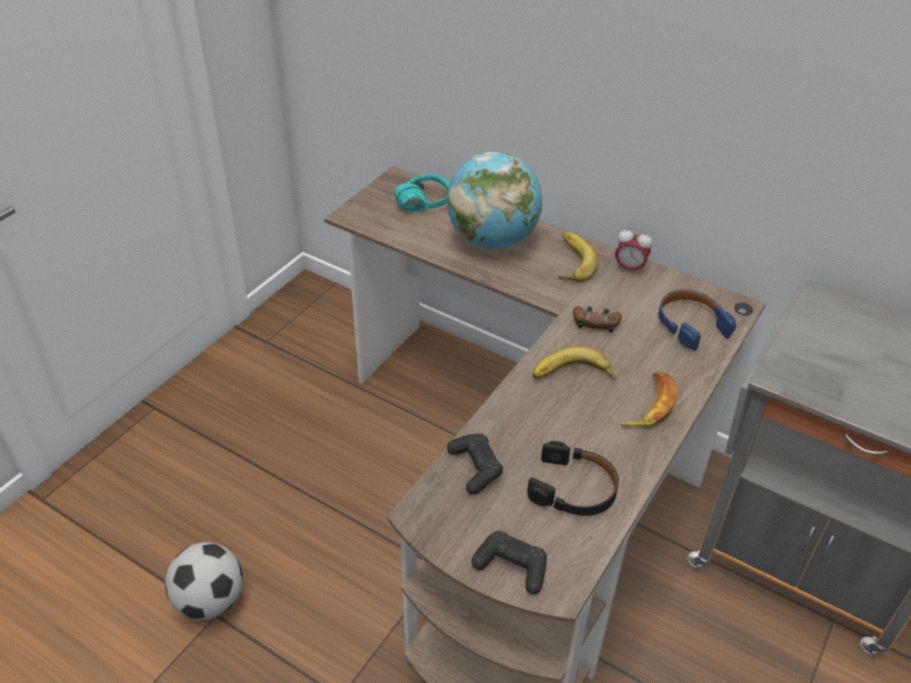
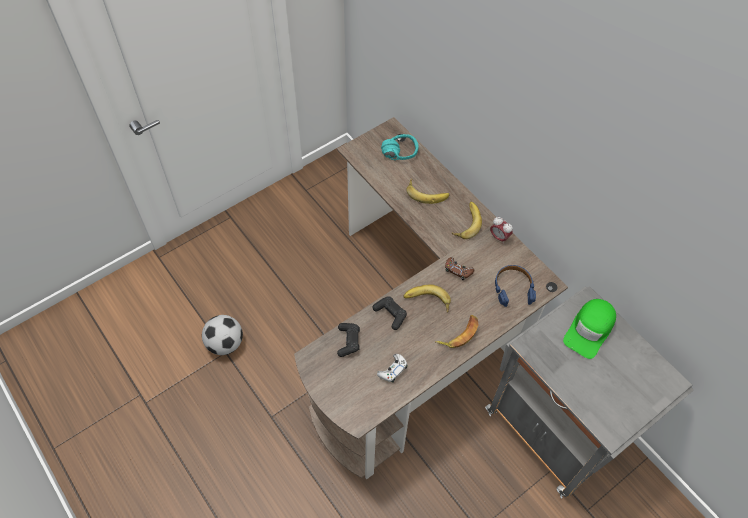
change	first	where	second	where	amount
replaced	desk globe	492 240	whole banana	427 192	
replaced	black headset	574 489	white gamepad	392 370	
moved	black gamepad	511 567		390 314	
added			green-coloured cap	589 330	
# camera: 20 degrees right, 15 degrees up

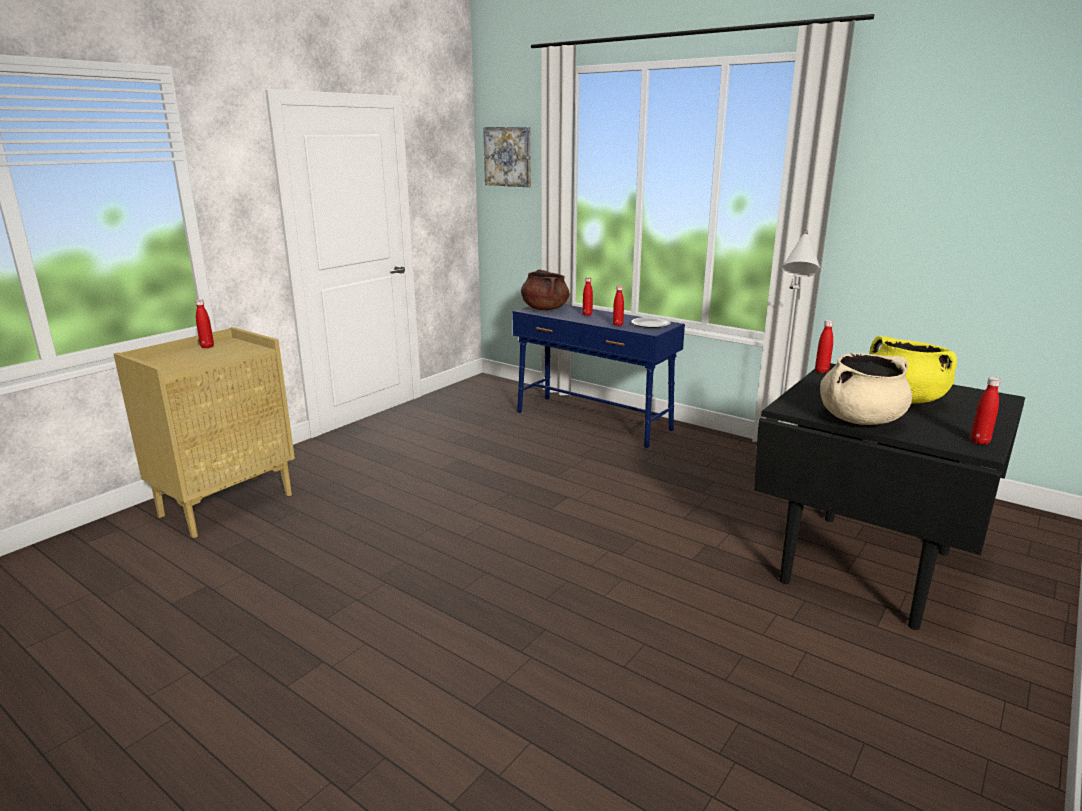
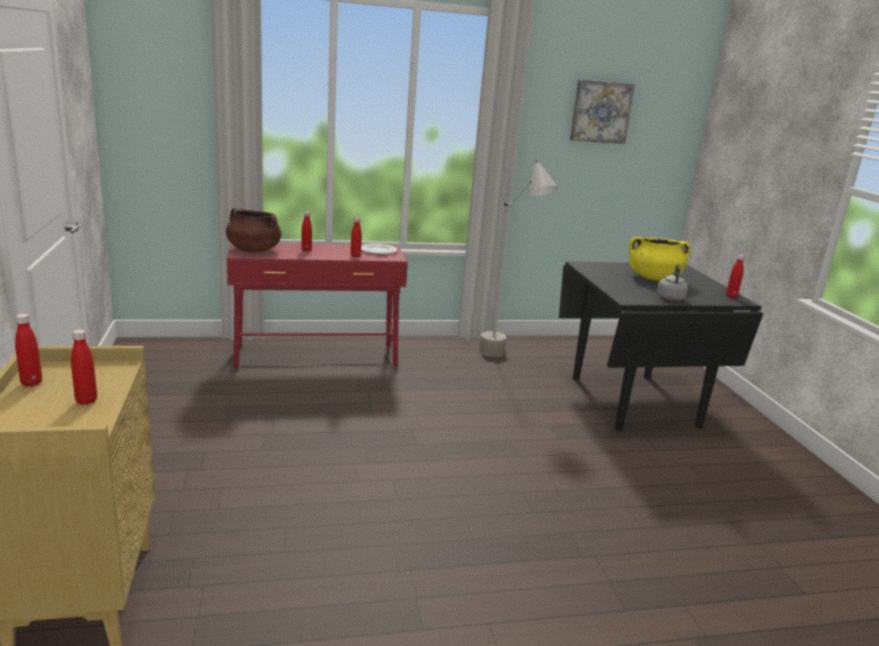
change	first	where	second	where	amount
moved	picture	508 156		600 112	
recoloured	blue hall table	592 421	red hall table	316 357	
moved	red drink bottle	821 371		86 401	
replaced	sand-coloured stockpot	860 420	gray water kettle	670 297	
# camera: 50 degrees left, 0 degrees up

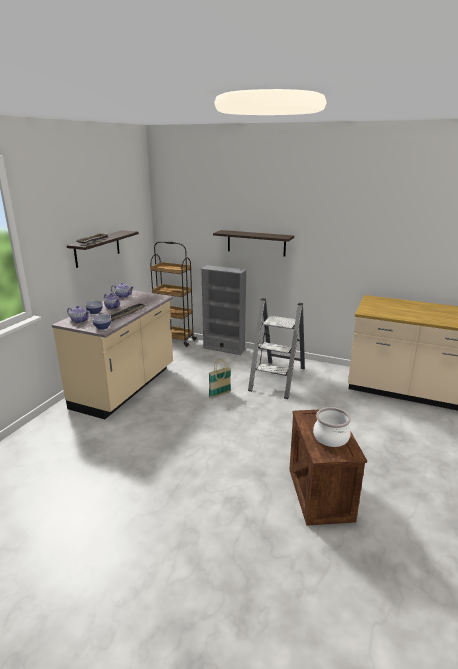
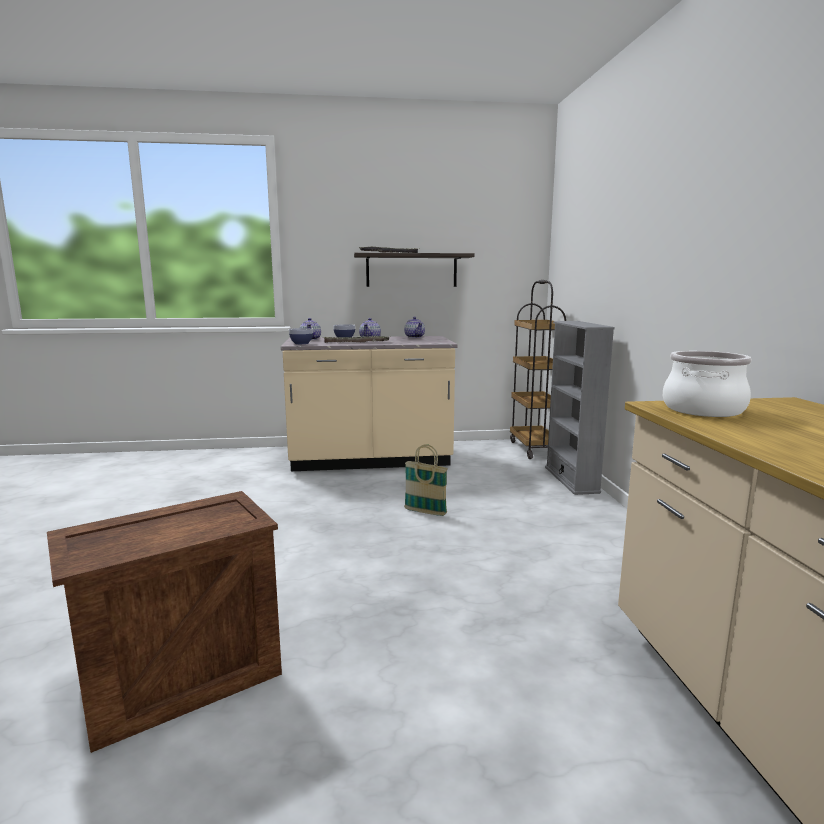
change	first	where	second	where	amount
removed	wall shelf	256 243			
removed	gray step stool	278 378			
moved	stockpot	330 438		702 409	
# camera: 60 degrees right, 10 degrees down

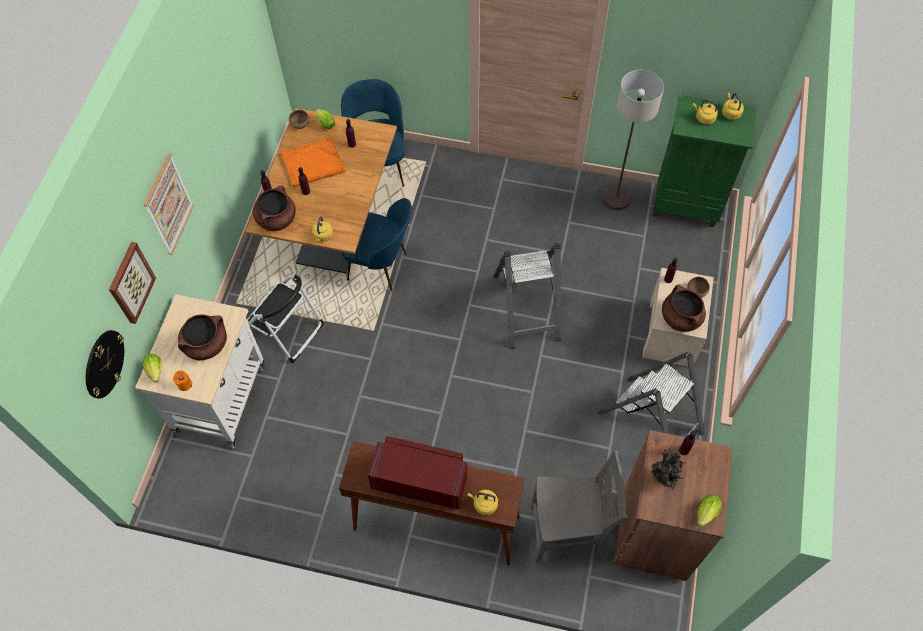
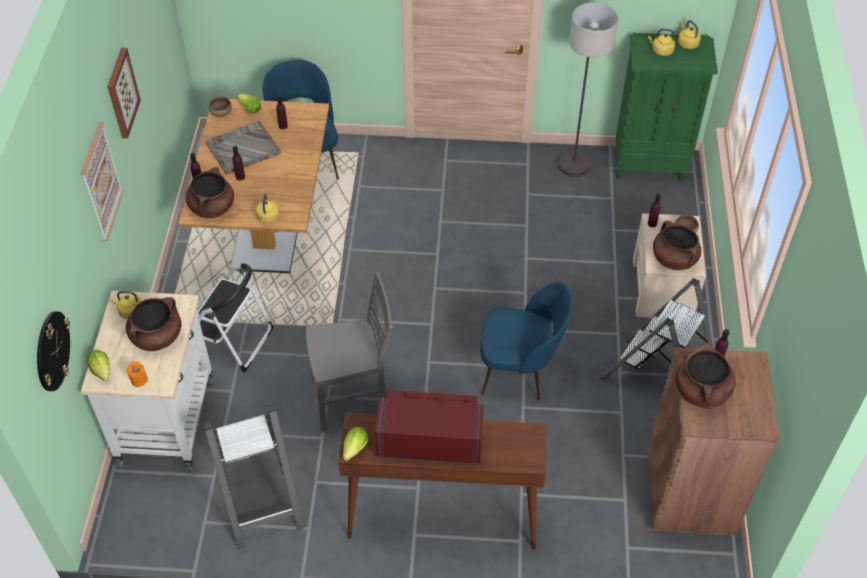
change	first	where	second	where	amount
recoloured	orange-coloured carrying tray	312 163	gray carrying tray	242 149	
moved	blue chair	382 268		519 375	
moved	picture	130 283		121 93	
moved	gray step stool	526 308		257 492	
replaced	houseplant	664 478	brownish stockpot	702 391	
moved	gray chair	567 532		354 401	
moved	yellow-coloured water kettle	484 504		130 311	
moved	lettuce	705 514		354 450	
# camera: 10 degrees left, 10 degrees down

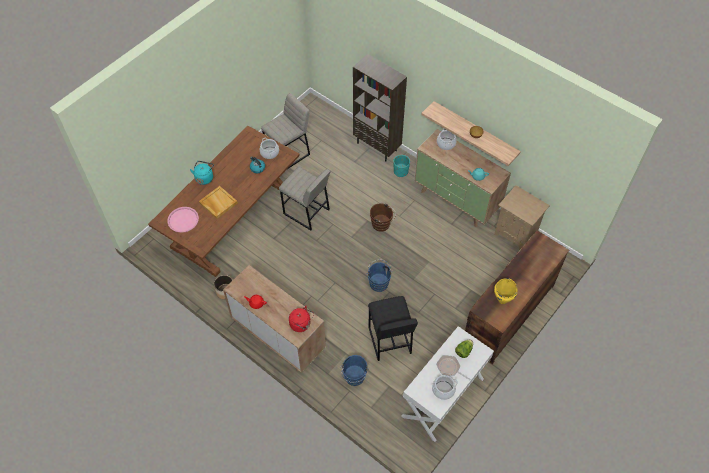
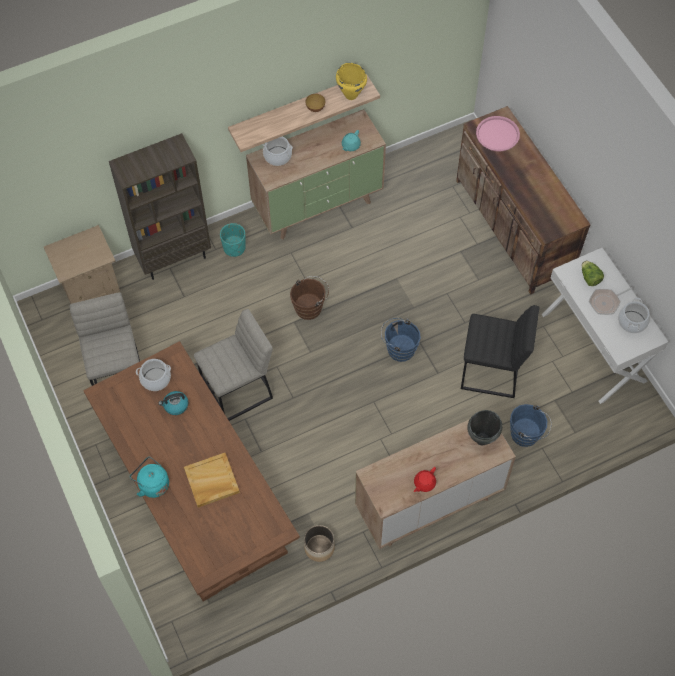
change	first	where	second	where	amount
moved	sand-coloured night table	515 234		93 293	
moved	pink-coloured carrying tray	183 220		497 134	
moved	yellow-coloured stockpot	502 300		351 95	
replaced	red water kettle	301 324	black stockpot	482 439	
# camera: 65 degrees left, 5 degrees up

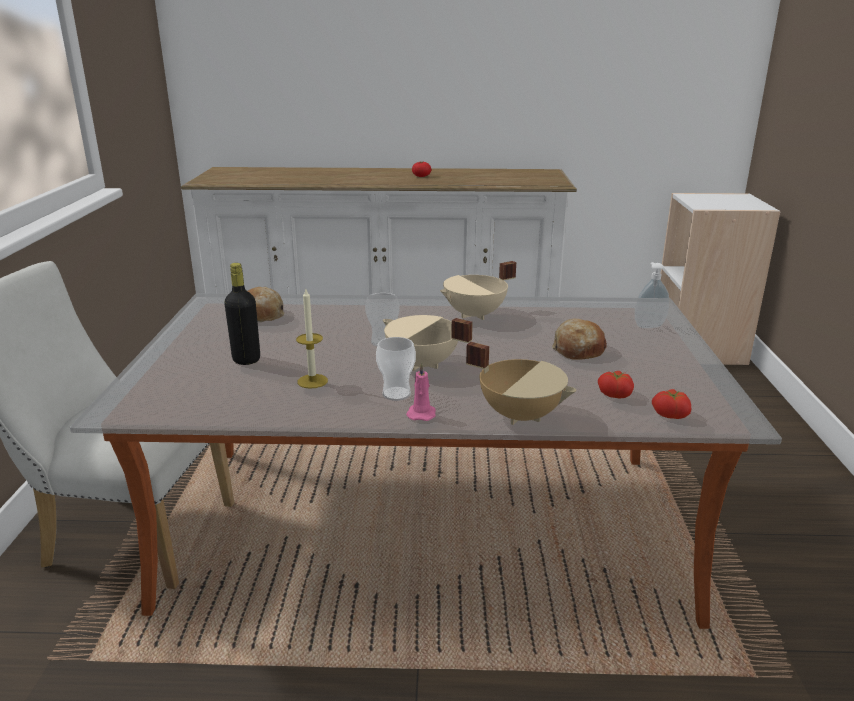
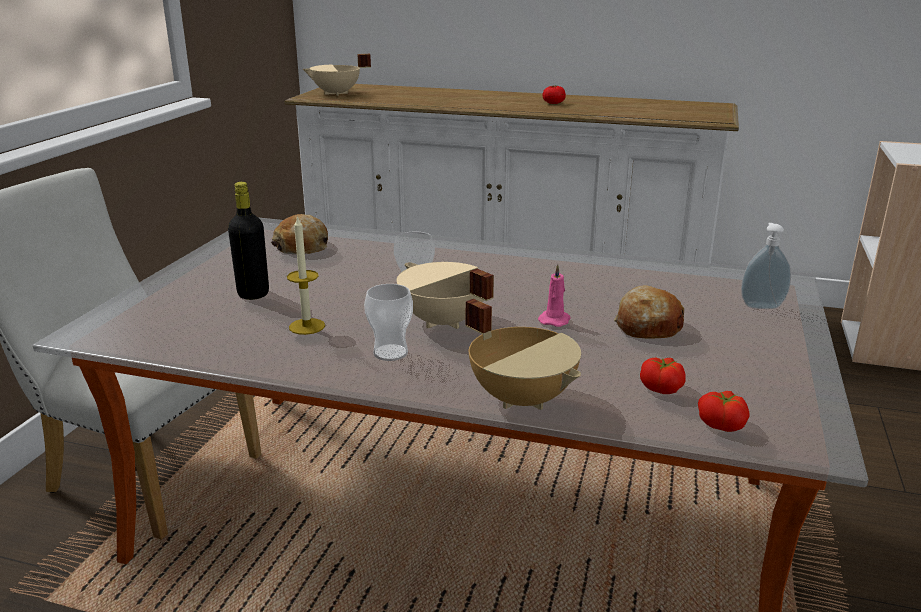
change	first	where	second	where	amount
moved	sand-coloured stockpot	475 315		336 94	
moved	pink-coloured wax light	421 413		555 320	
# camera: 15 degrees right, 0 degrees up

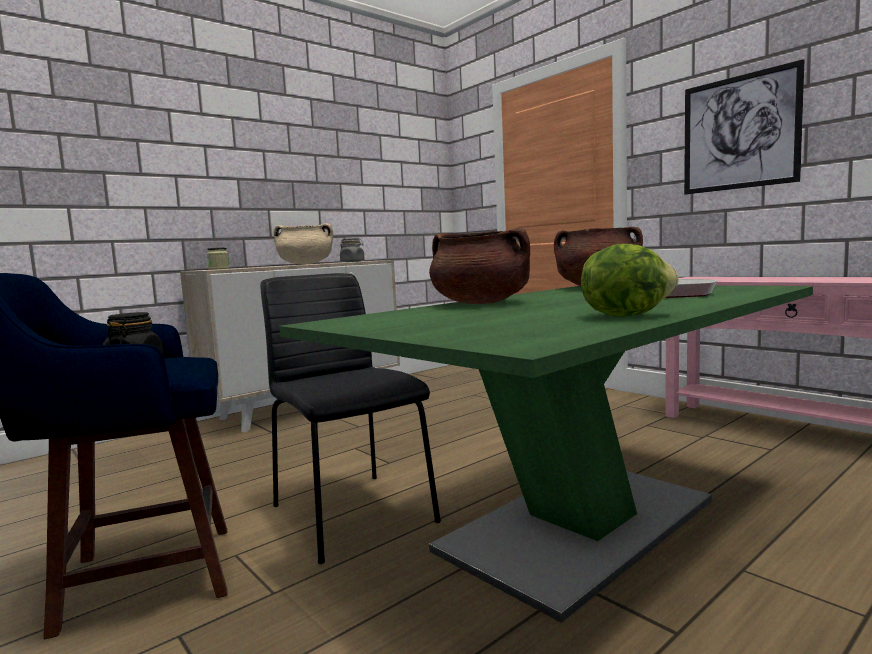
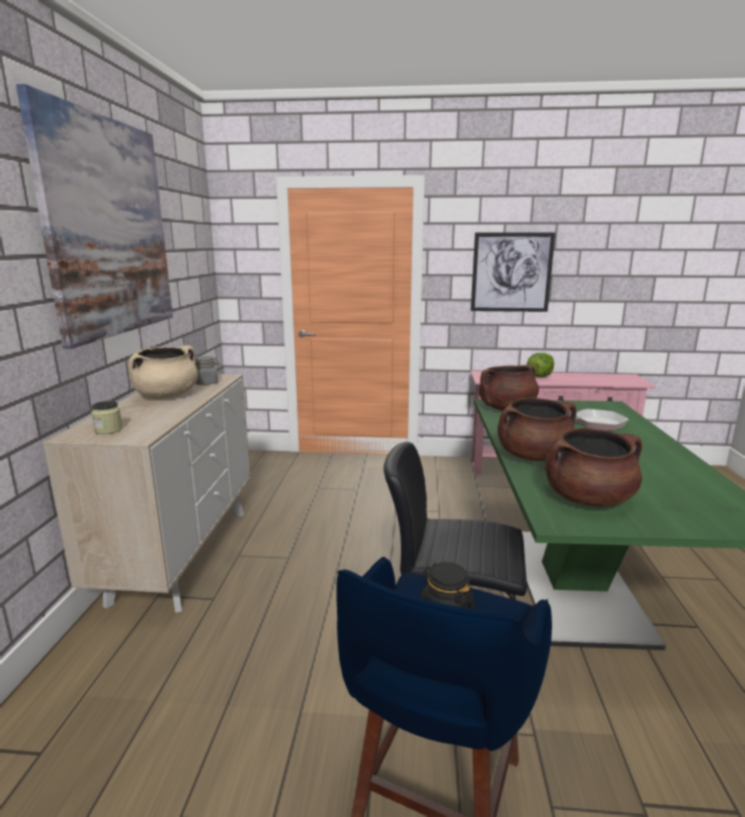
change	first	where	second	where	amount
moved	lettuce	625 316		539 376	
added			picture	109 228	
added			brownish stockpot	588 498	
# camera: 45 degrees left, 10 degrees up

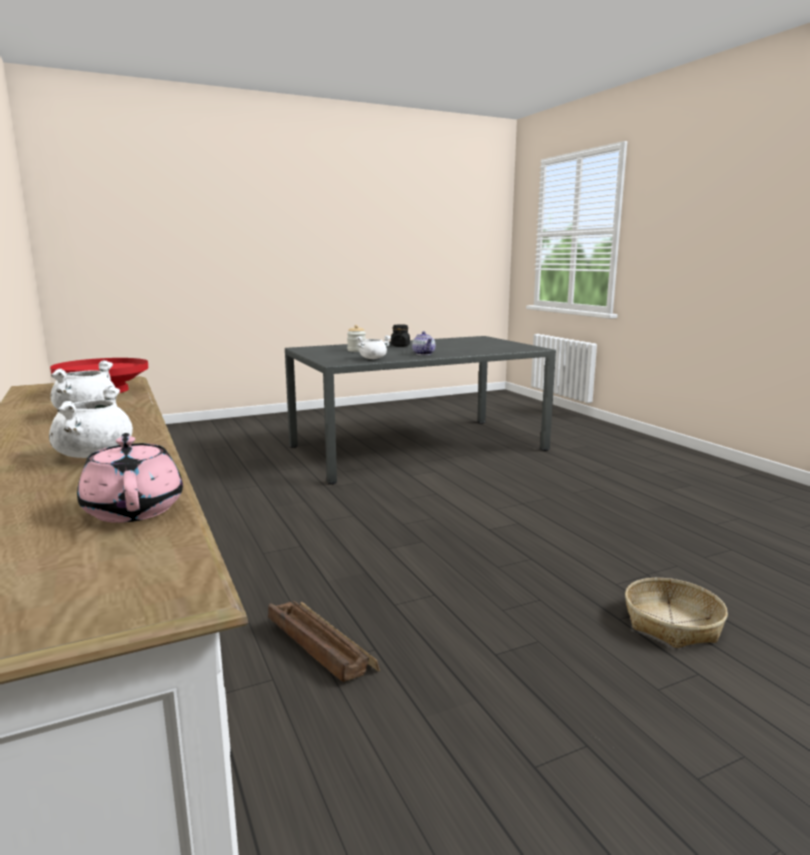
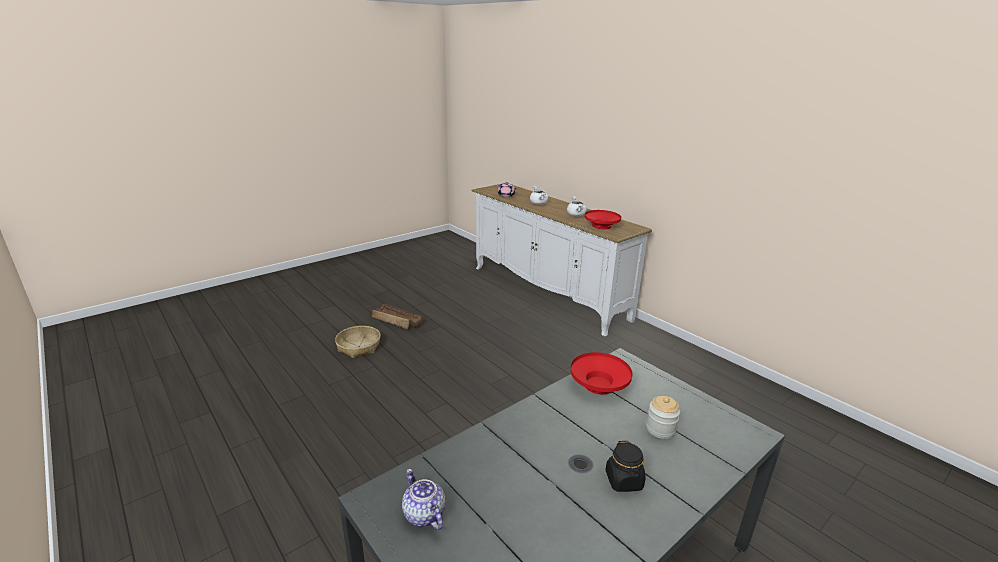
change	first	where	second	where	amount
moved	tea pot	423 354		424 515	
replaced	white stockpot	373 358	red serving bowl	599 385	
moved	packing crate	320 648		397 321	
# camera: 165 degrees right, 10 degrees up

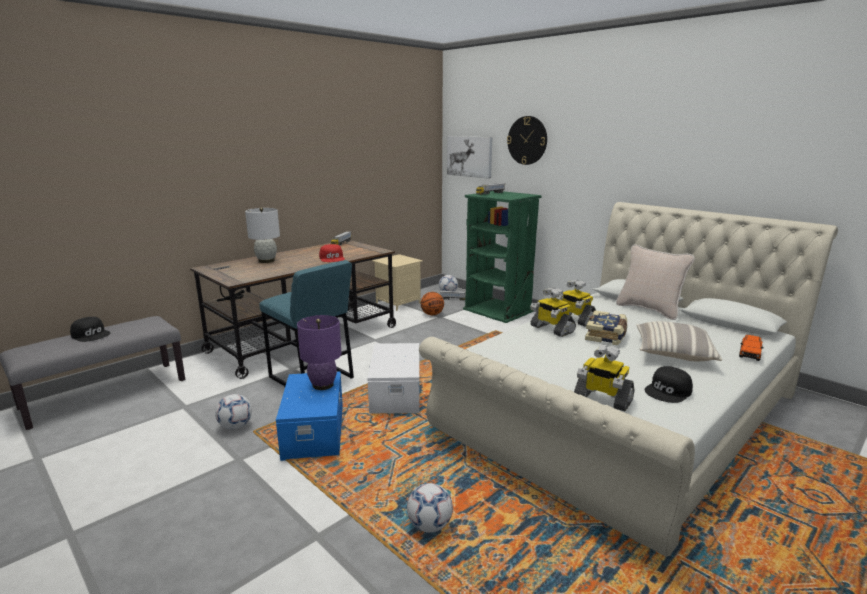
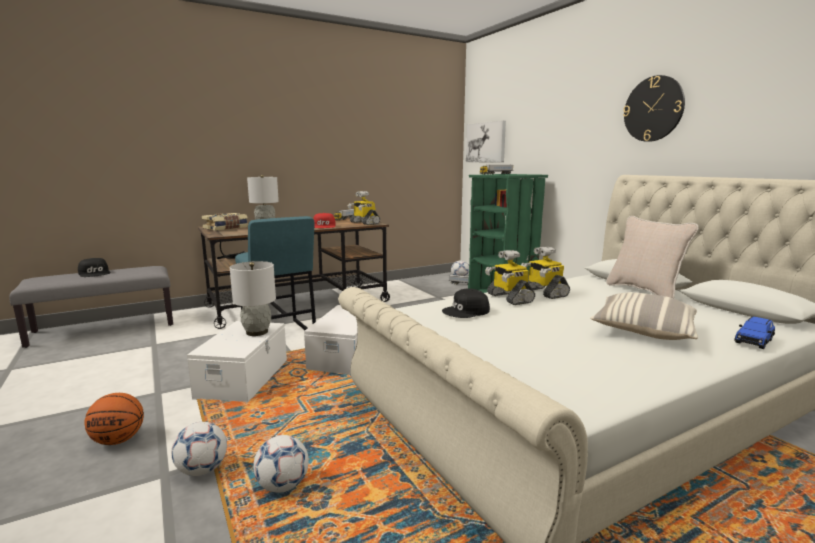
change	first	where	second	where	amount
moved	hanging clock	527 140		653 109	
removed	sand-coloured night table	398 303			
moved	basketball	432 314		118 440	
moved	bound book	606 336		226 228	
recoloured	purple-coloured lamp for a table	323 385	white lamp for a table	257 332	
recoloured	orange-coloured model car	749 354	blue model car	753 341	
moved	toy robot	602 399		364 223	
moved	black cap	668 391		466 311	
recoloured	blue storage box	315 431	white storage box	245 378	
moved	ball for football	235 426		202 470	
# camera: 15 degrees right, 5 degrees down

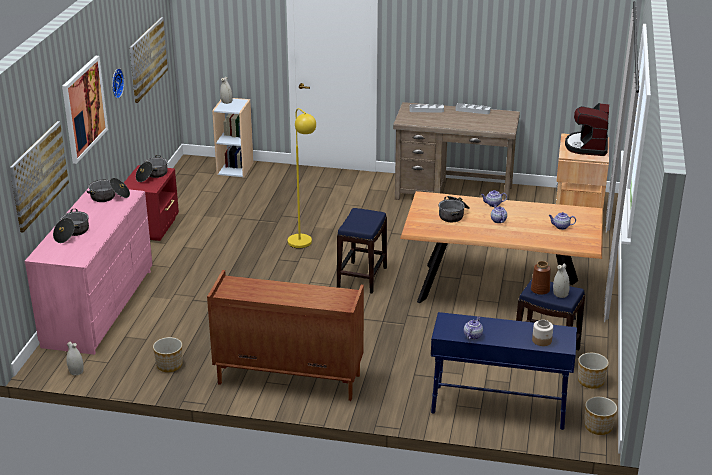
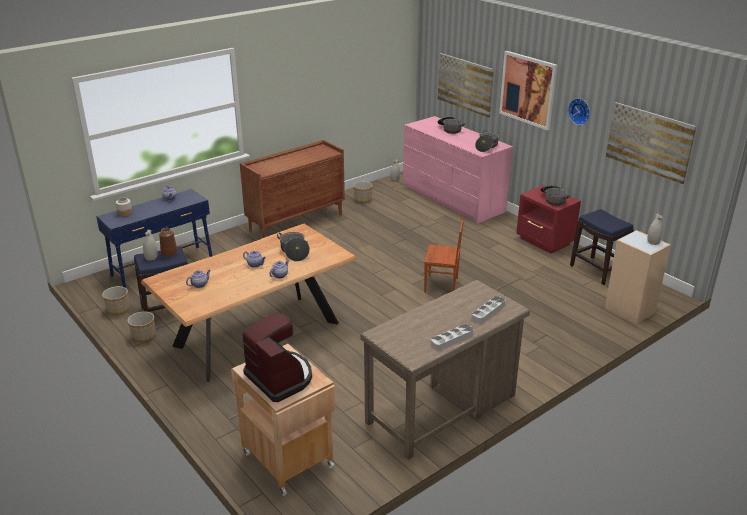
change	first	where	second	where	amount
replaced	yellow-coloured standard lamp	303 245	brownish chair	441 285	
moved	stool	362 277		597 271	
moved	plant pot	598 427		143 336	
# camera: 130 degrees right, 0 degrees up

